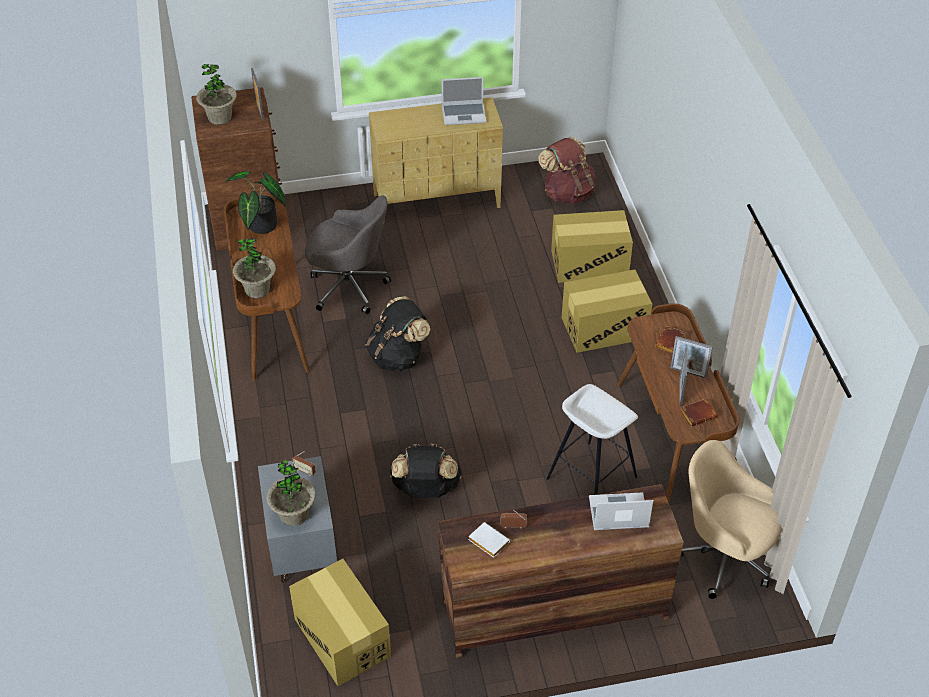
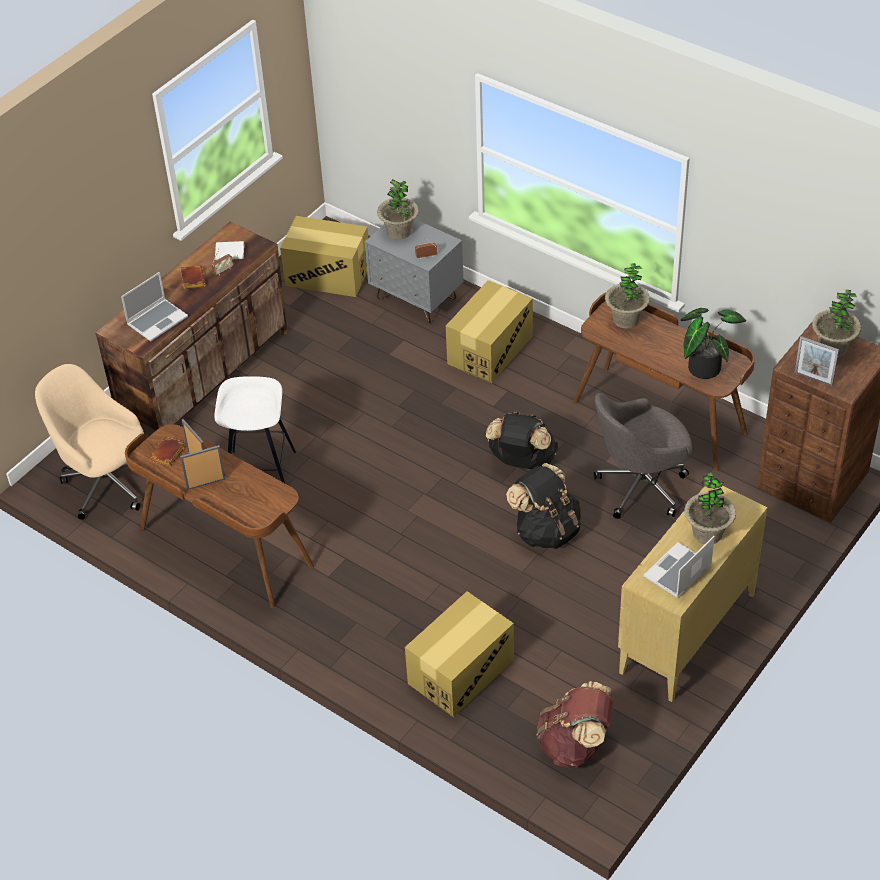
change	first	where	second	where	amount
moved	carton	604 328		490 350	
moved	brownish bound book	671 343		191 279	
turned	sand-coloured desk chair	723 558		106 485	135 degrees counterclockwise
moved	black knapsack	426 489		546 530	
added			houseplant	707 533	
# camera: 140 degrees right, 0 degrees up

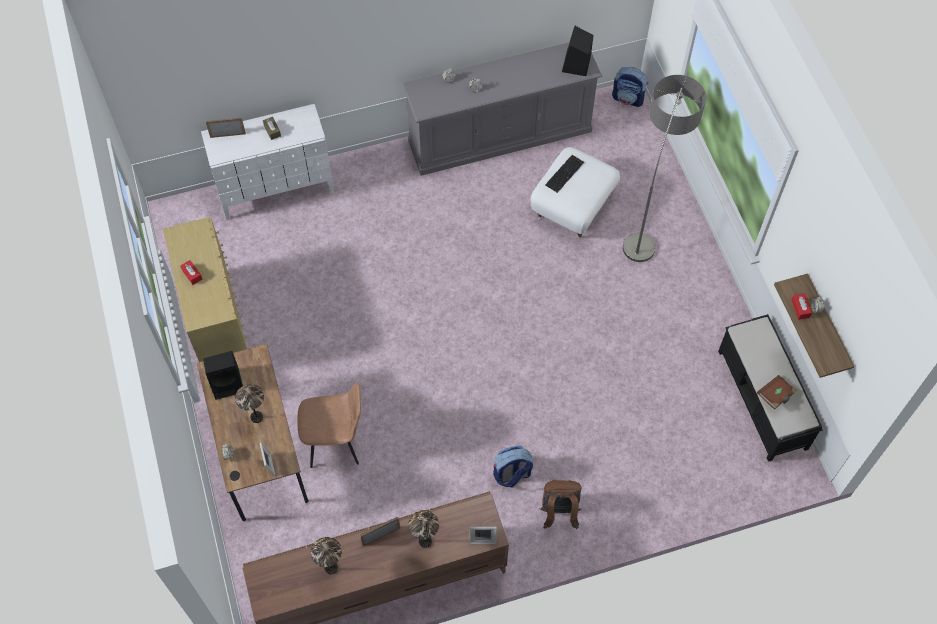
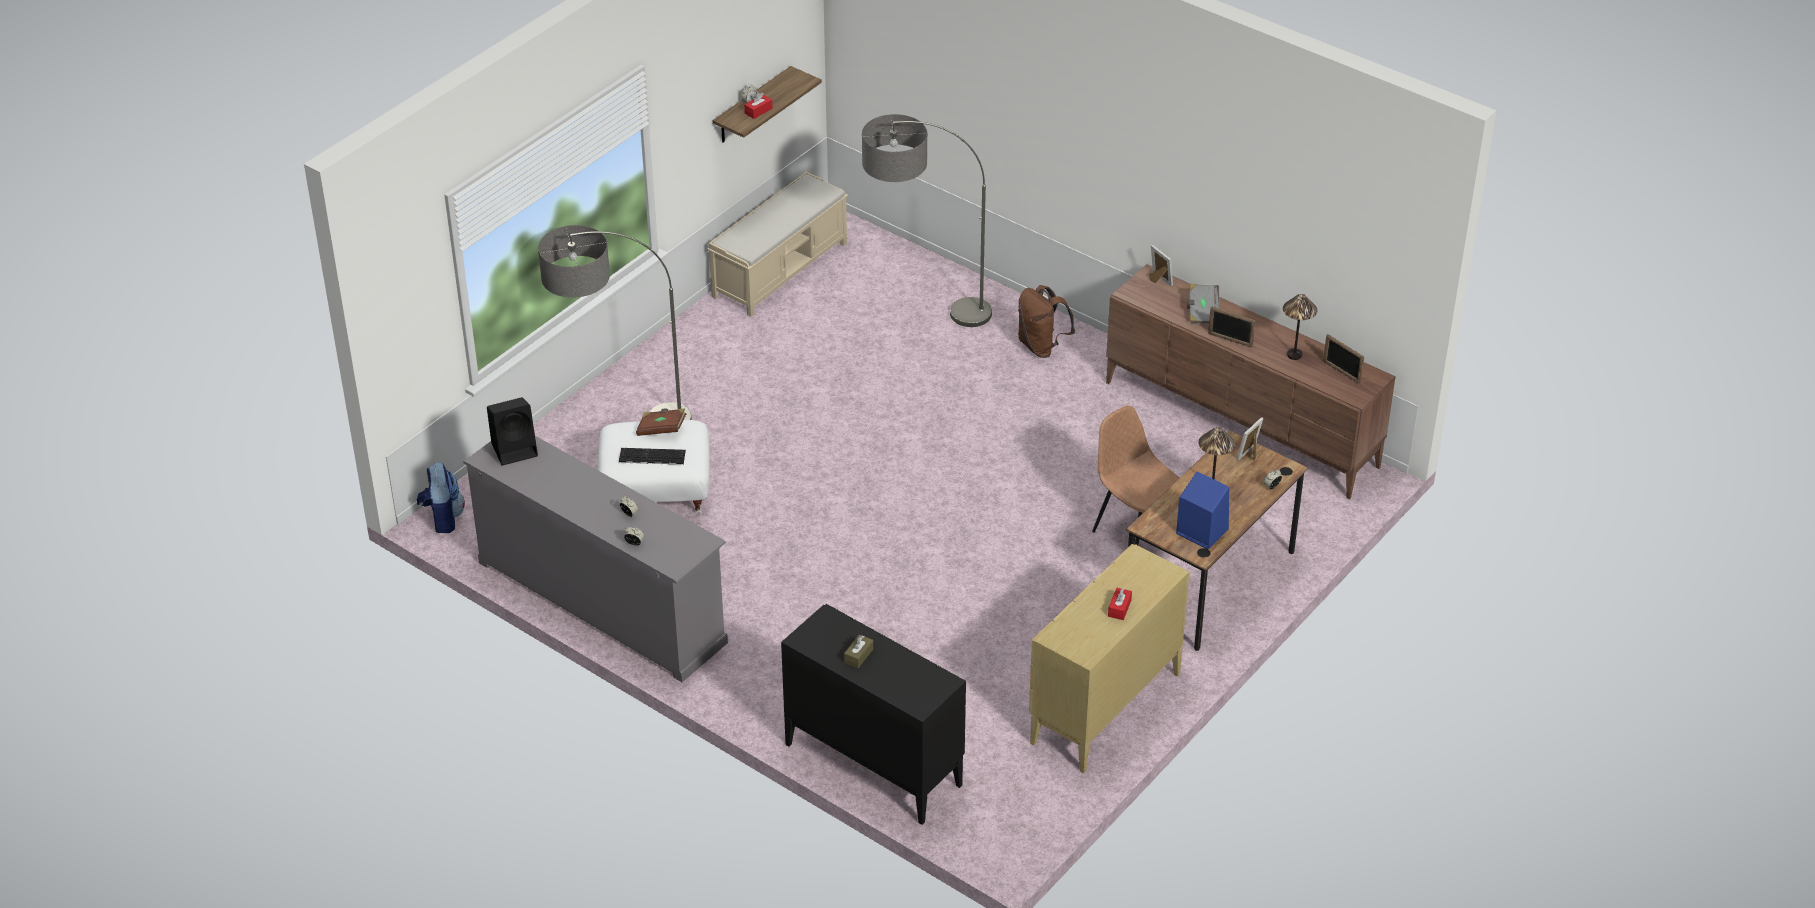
change	first	where	second	where	amount
recoloured	white drawer chest	277 191	black drawer chest	873 762	
moved	photo frame	228 135		1341 372	
recoloured	black long seat	762 400	sand-coloured long seat	780 269	
recoloured	black speaker	228 383	blue speaker	1200 531	
moved	brownish bound book	775 395		661 429	
removed	knapsack	512 474			
replaced	lamp for a table	425 541	gray bound book	1202 312	
added			standard lamp	920 317	
# camera: 125 degrees left, 20 degrees down

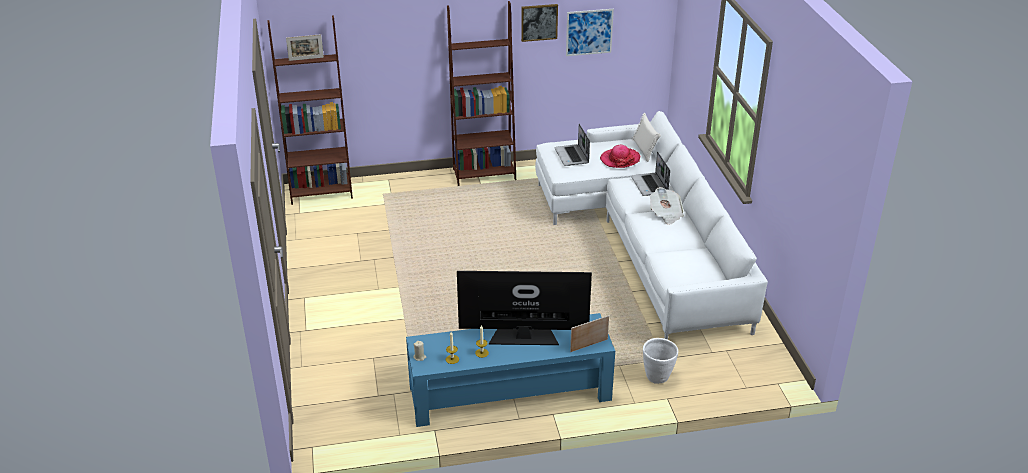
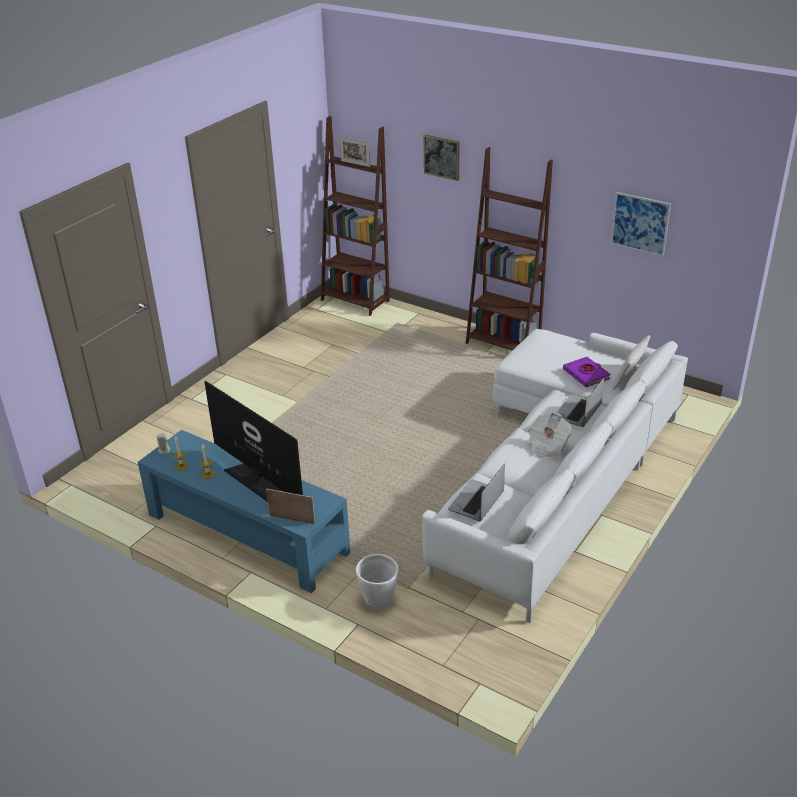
change	first	where	second	where	amount
moved	picture	539 22		442 157	
moved	portable computer	572 156		476 502	
replaced	hat	620 159	purple-coloured bound book	586 374	
# camera: 45 degrees right, 0 degrees up

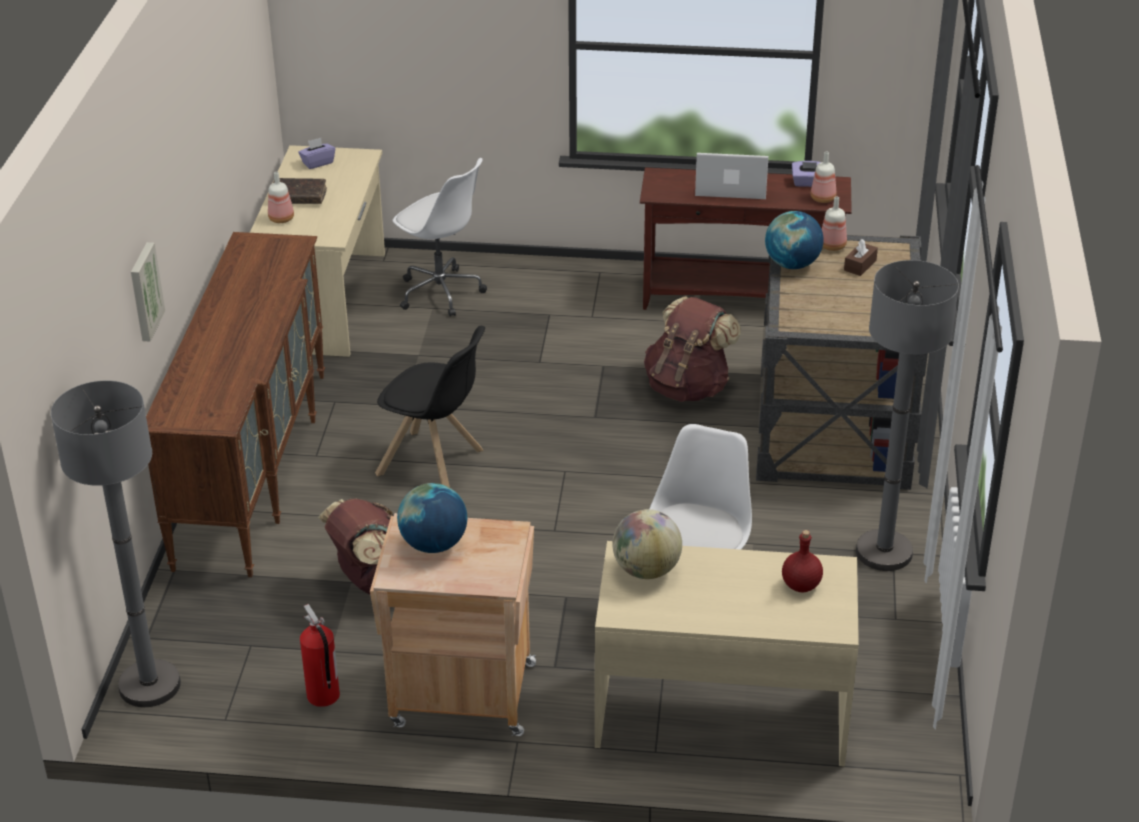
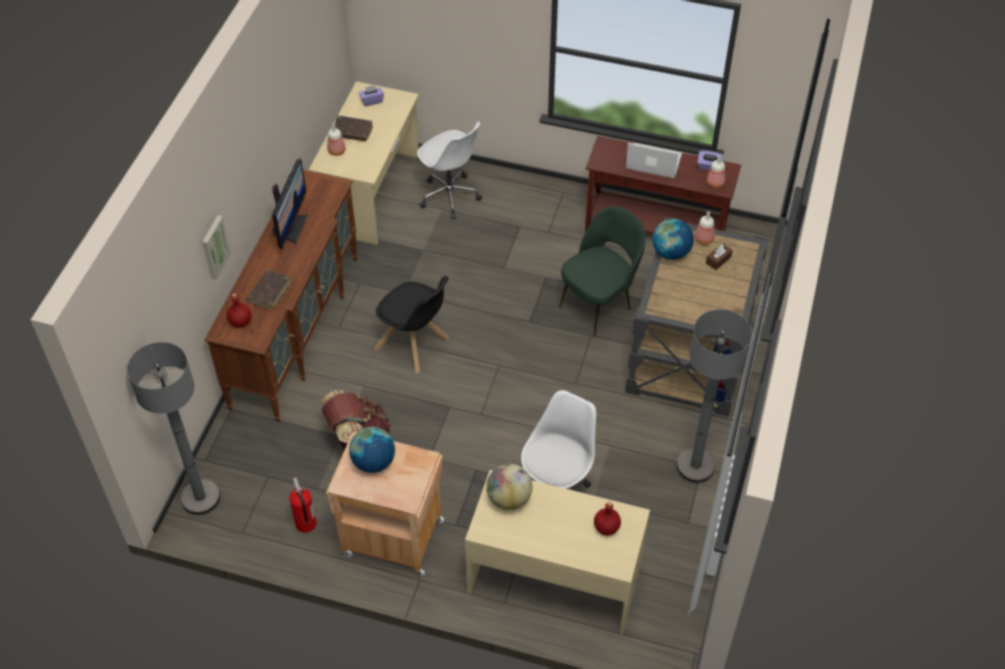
change	first	where	second	where	amount
replaced	brownish knapsack	688 387	green-coloured chair	599 304	
added			computer screen	292 228	
added			brownish bound book	270 293	
added			red drink bottle	240 321	
# camera: 10 degrees right, 15 degrees up

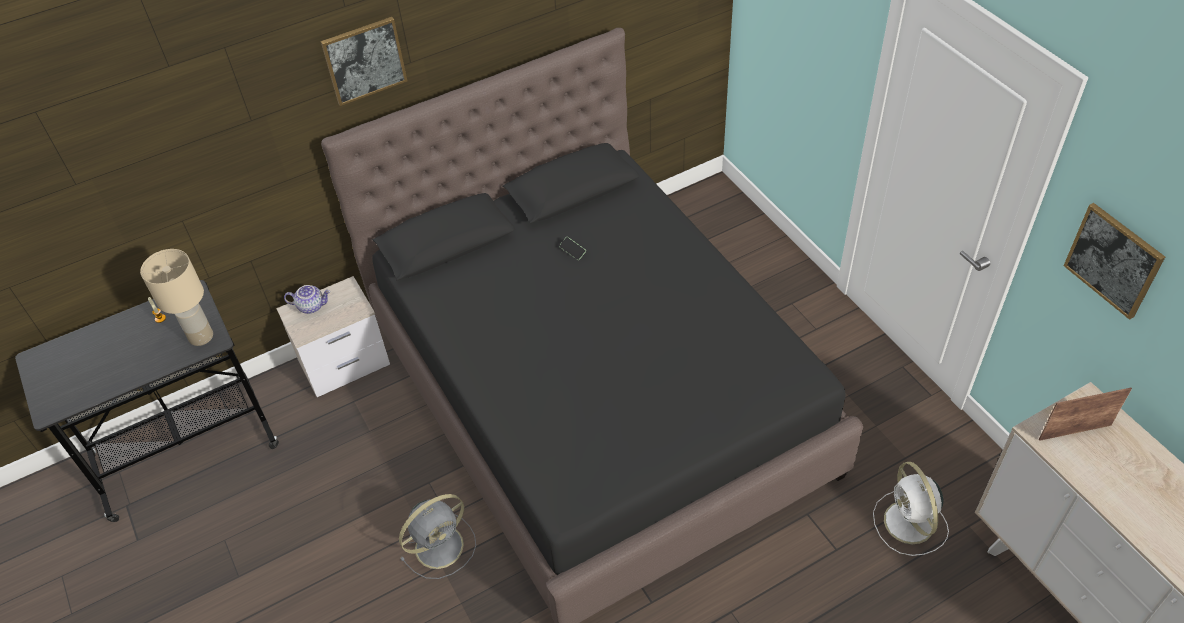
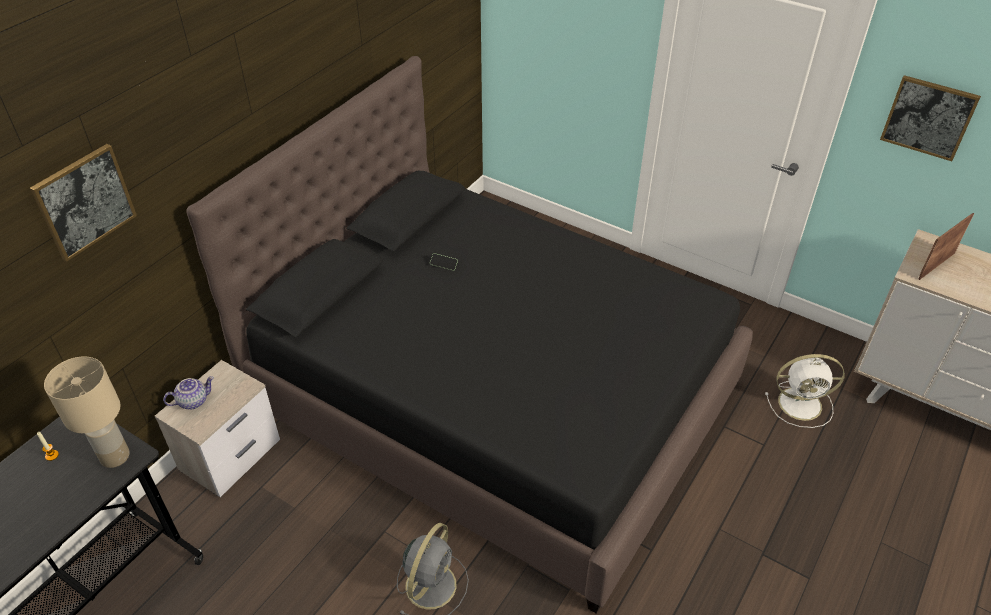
change	first	where	second	where	amount
moved	picture	364 60		84 201	
turned	white electric fan	909 524		802 404	45 degrees counterclockwise
# camera: 30 degrees left, 5 degrees down

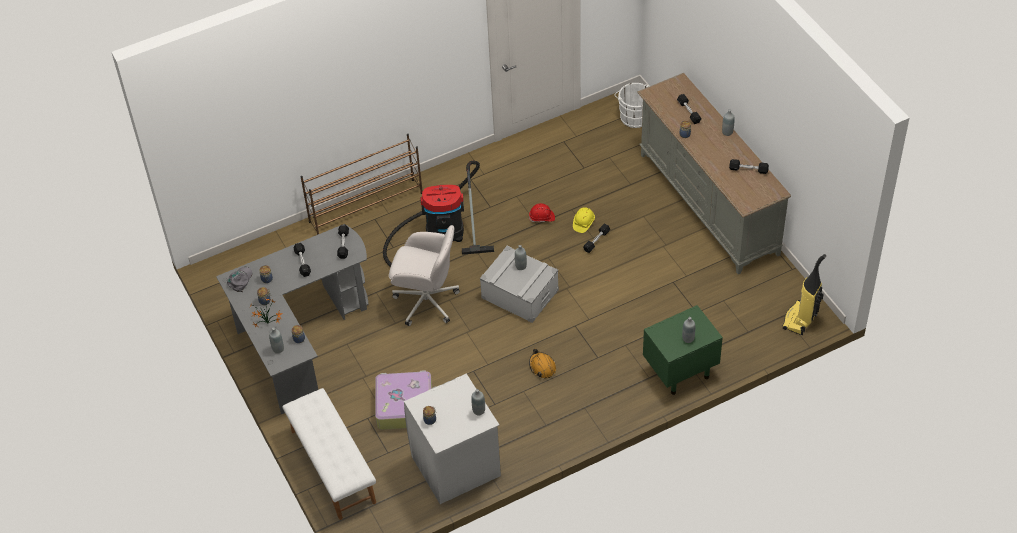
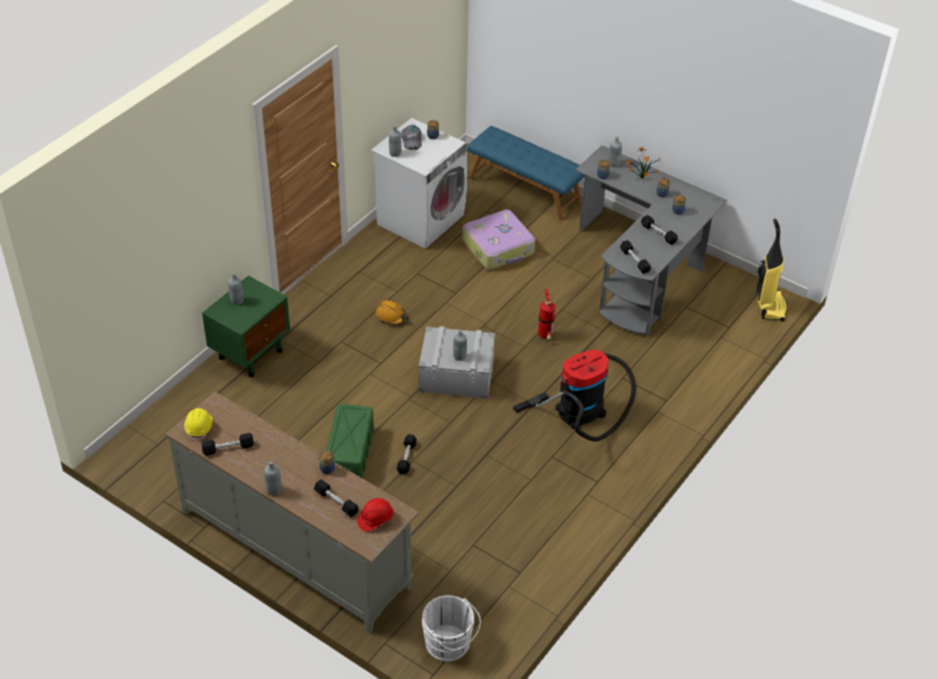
change	first	where	second	where	amount
removed	brownish shoe rack	366 207			
moved	red safety helmet	542 218		375 519	
moved	yellow-coloured safety helmet	583 223		199 427	
replaced	white desk chair	426 302	fire extinguisher	545 336	
moved	vacuum cleaner	800 319		769 306	
moved	gray cap	240 280		411 140	
recoloured	white long seat	332 466	blue long seat	525 189	
added			green-coloured storage box	350 452	
# camera: 150 degrees right, 5 degrees down

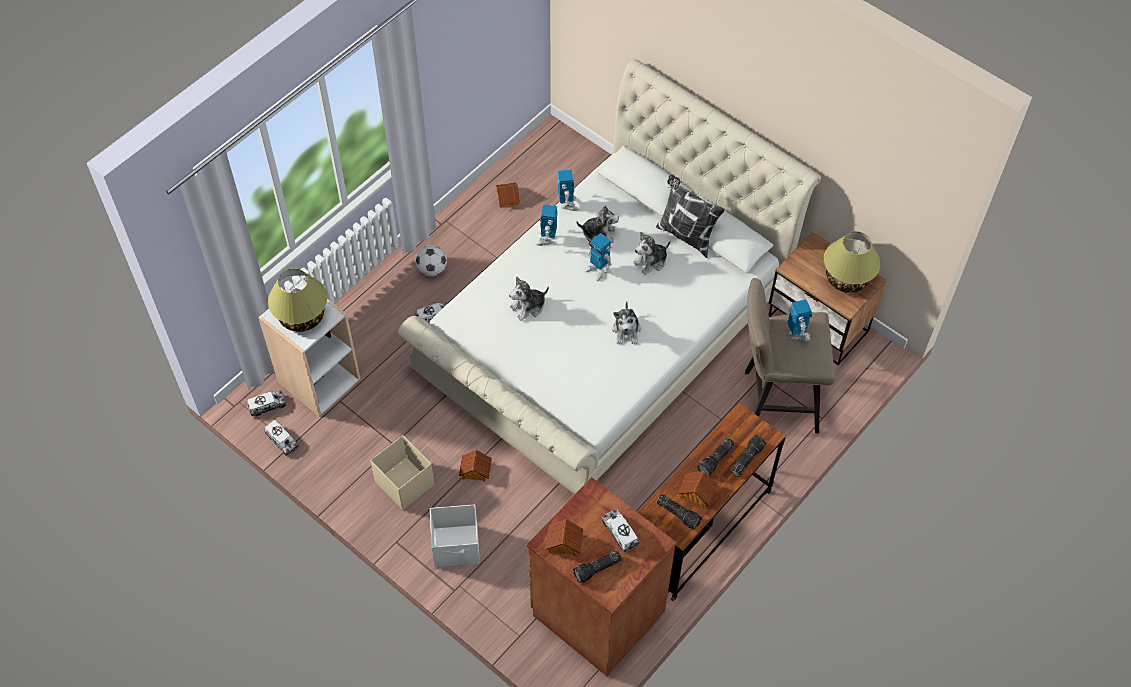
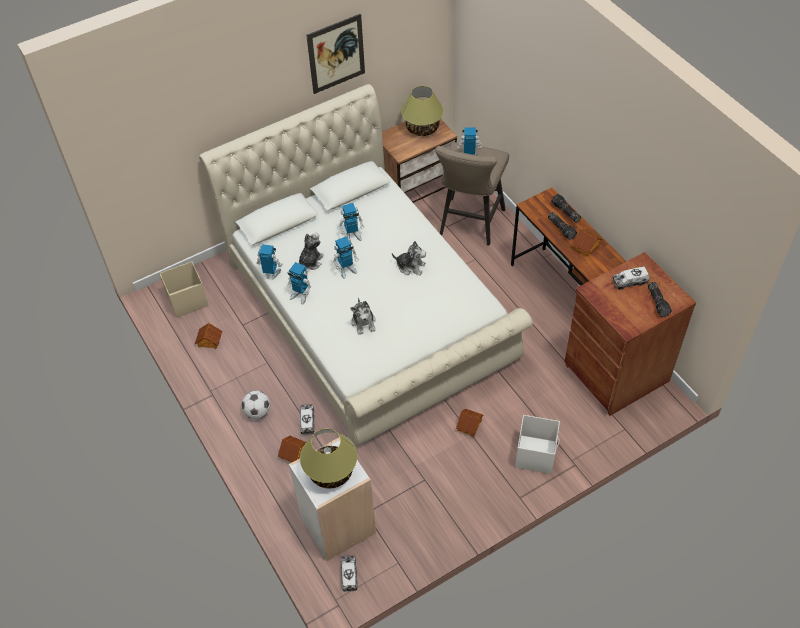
change	first	where	second	where	amount
removed	pillow	686 235			
replaced	soft toy	651 262	toy robot	352 236	
removed	toy lorry	282 441			
moved	sand-coloured storage box	404 482		187 300	
removed	torch	679 513			
moved	miniature house	563 543		293 453	
added			picture	336 54	
# camera: 70 degrees left, 5 degrees down

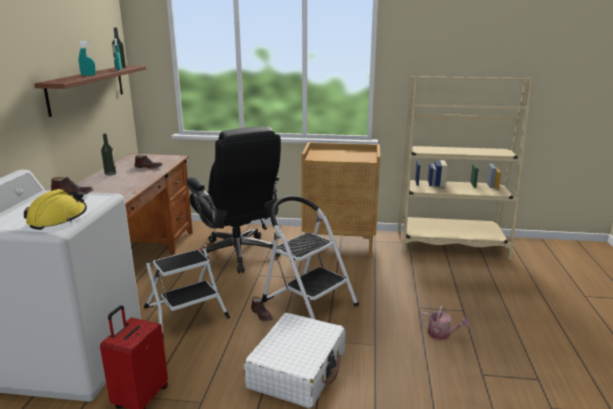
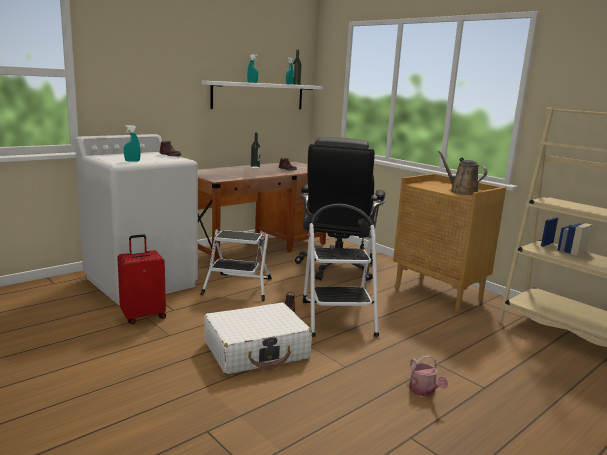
change	first	where	second	where	amount
recoloured	brownish wall shelf	87 88	white wall shelf	259 96	
replaced	yellow-coloured safety helmet	58 219	turquoise spray bottle	132 161	
added			brownish sprinkling can	461 191	
# camera: 40 degrees right, 5 degrees down

